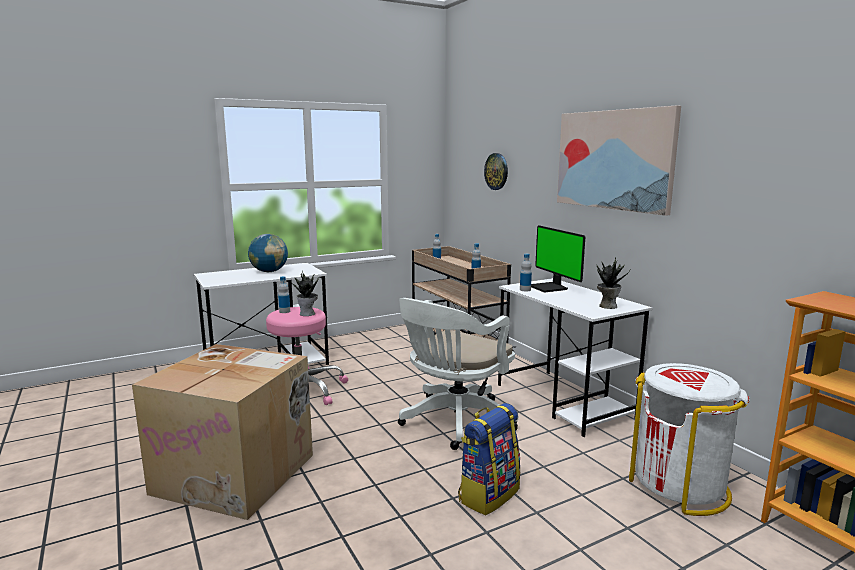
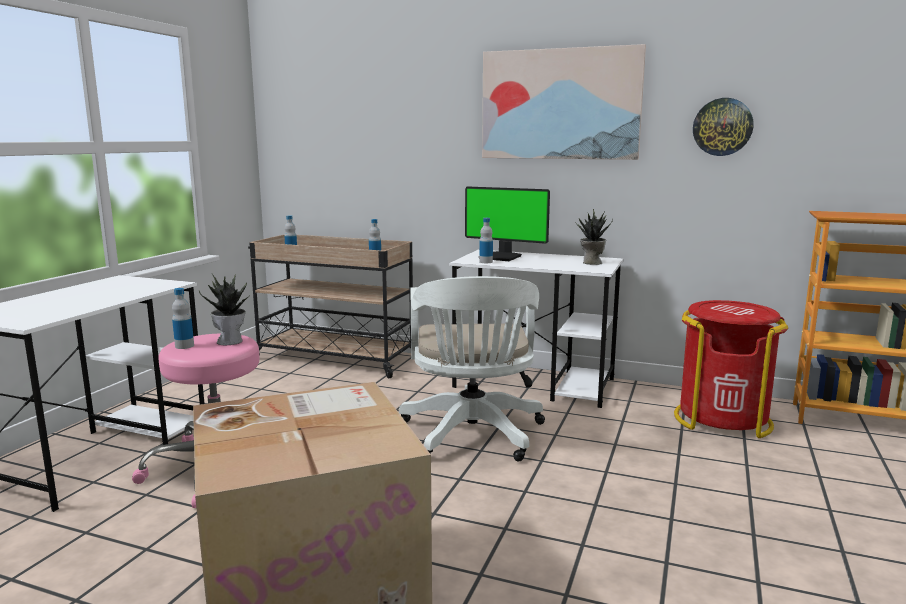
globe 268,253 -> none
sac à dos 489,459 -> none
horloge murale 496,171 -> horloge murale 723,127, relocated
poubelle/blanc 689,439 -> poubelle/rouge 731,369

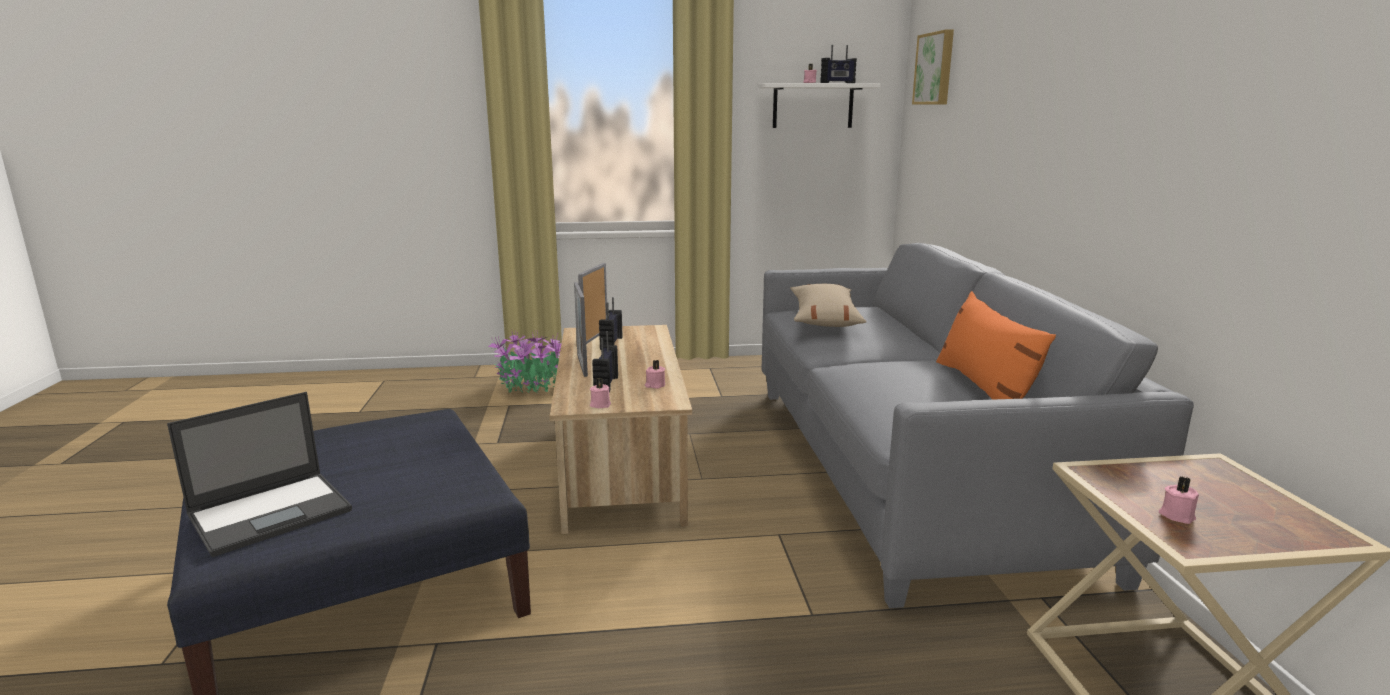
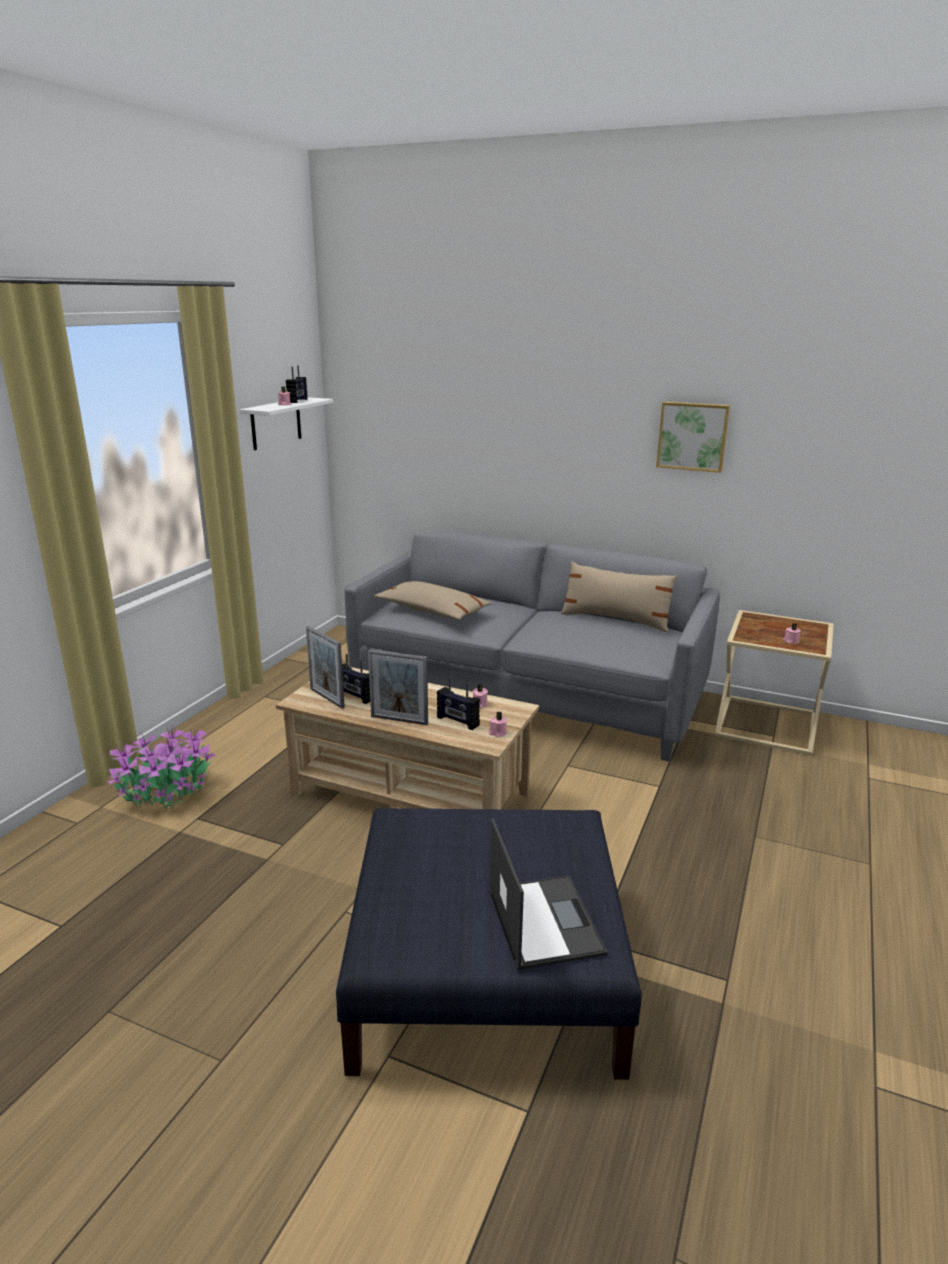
tableau 933,66 -> tableau 693,437, relocated
coussin/orange 996,345 -> coussin/beige 619,596

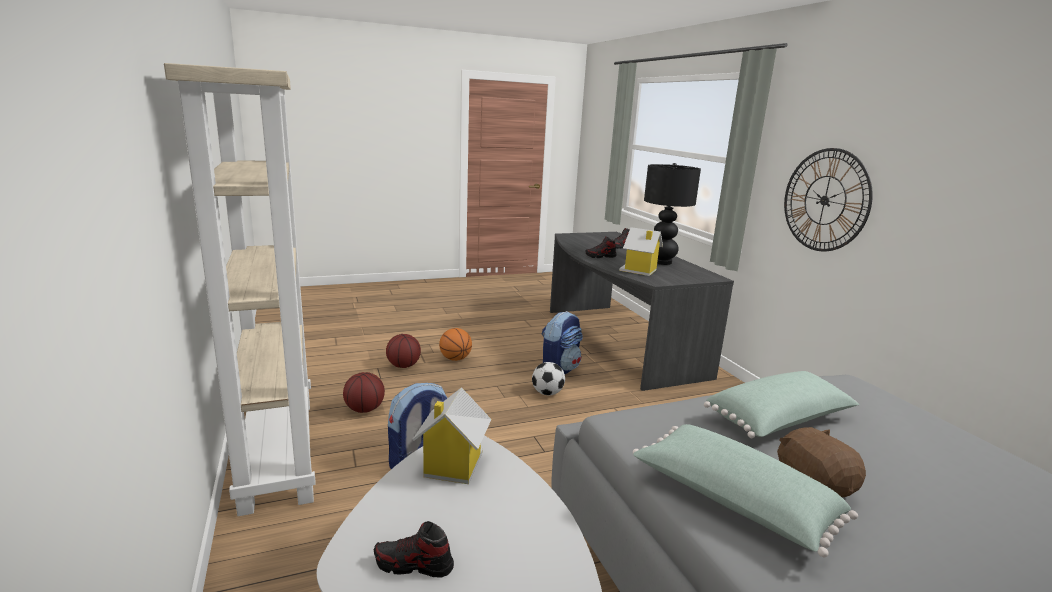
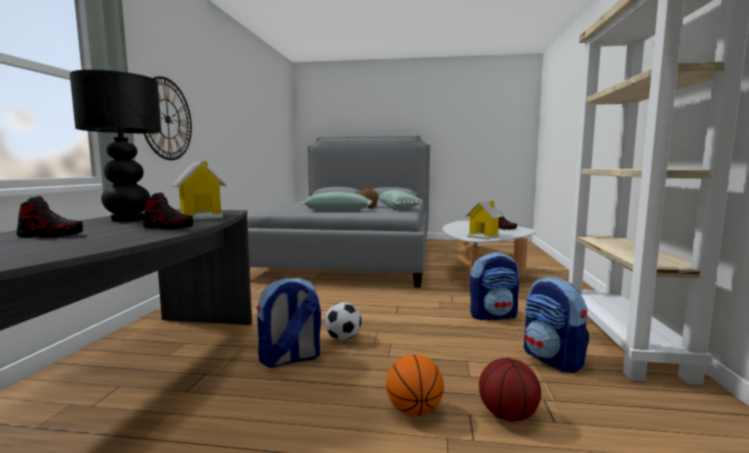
ballon de basket 364,392 -> sac à dos 556,325

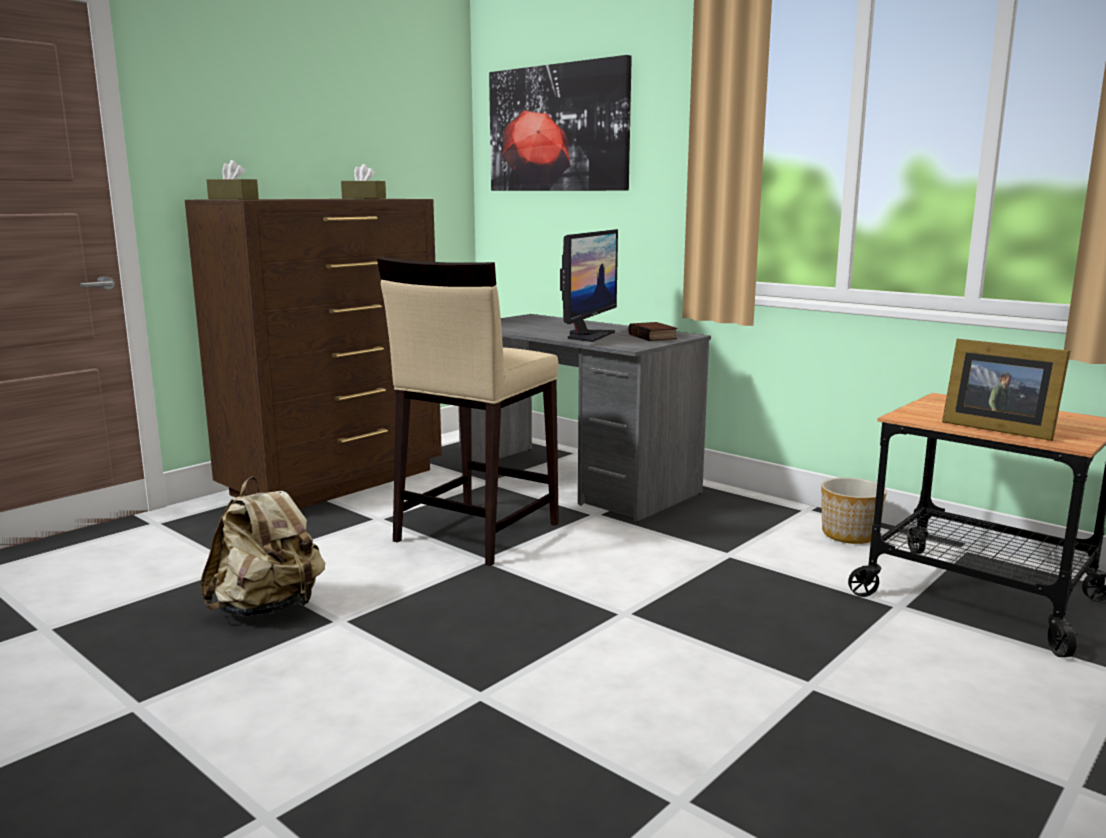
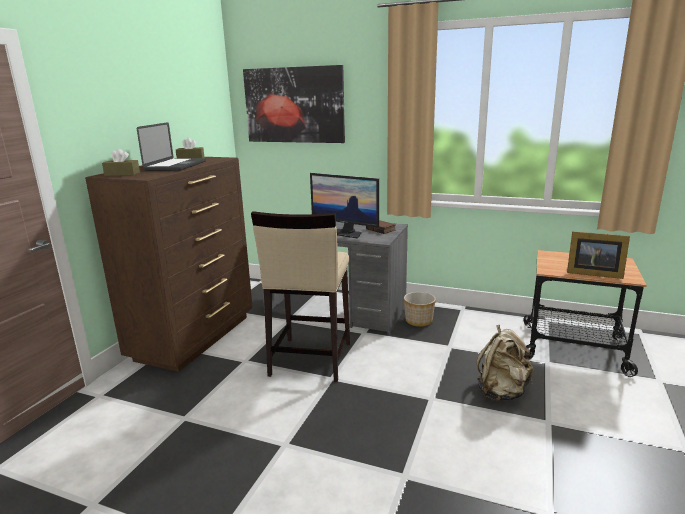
sac à dos/beige 262,547 -> sac à dos/beige 505,363, relocated
écran d'ordinateur 589,285 -> écran d'ordinateur 344,206, 120 degrees clockwise
cache-pot 854,510 -> cache-pot 420,309, relocated
none -> ordinateur portable 171,146

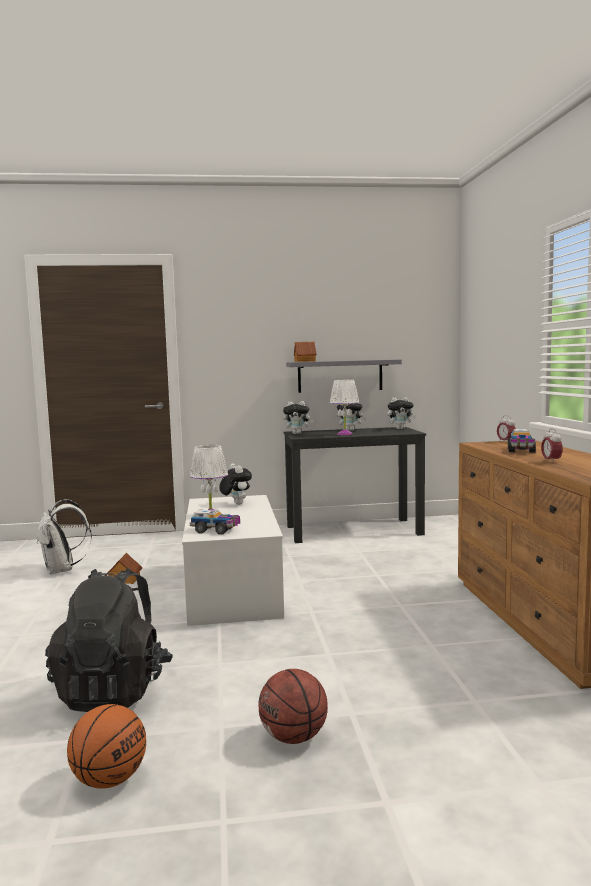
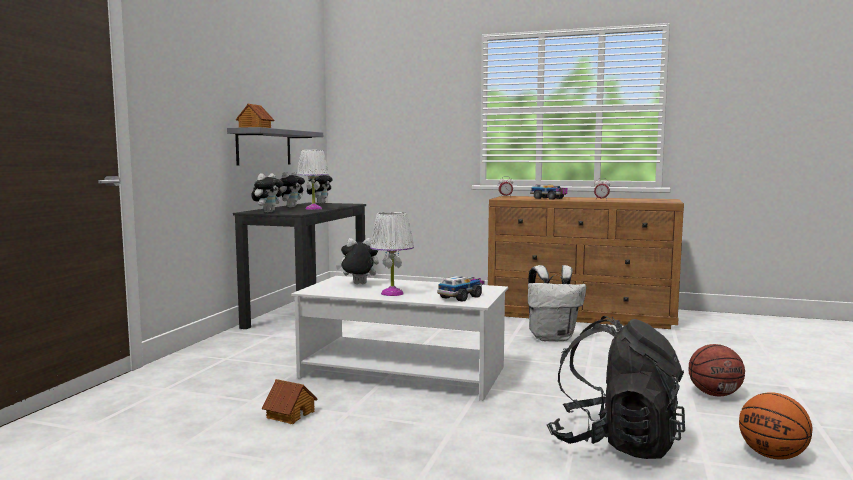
sac à dos/blanc 64,536 -> sac à dos/blanc 557,303, relocated

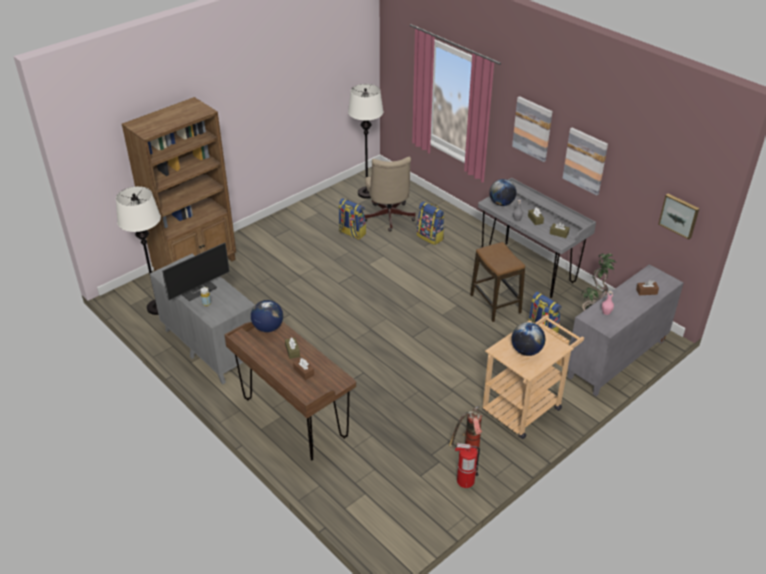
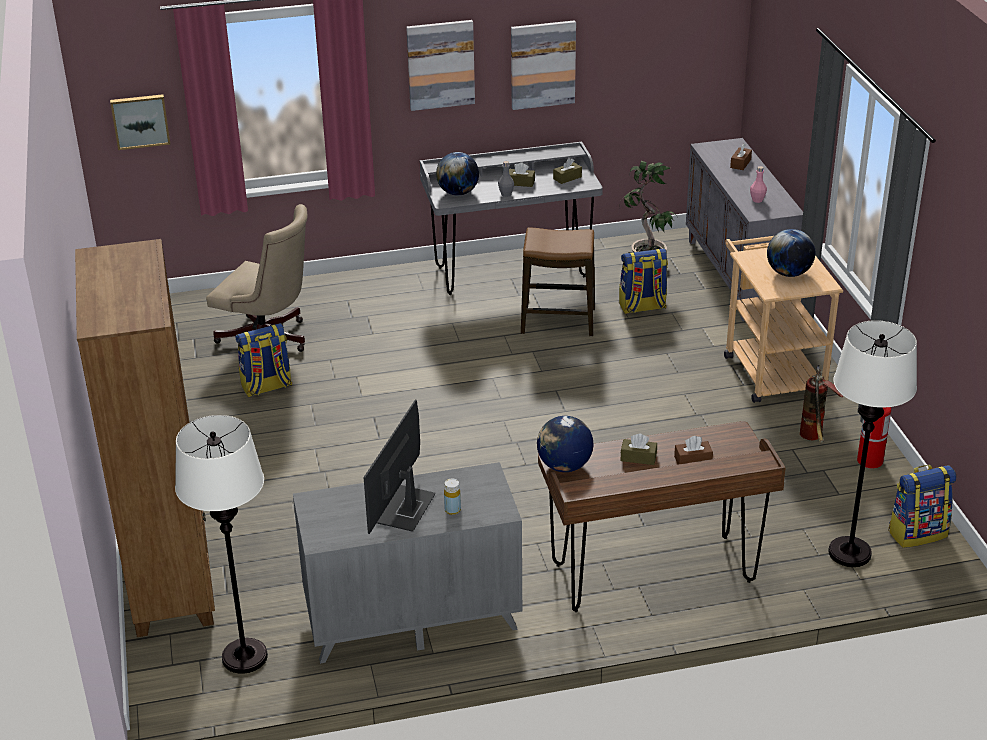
écran d'ordinateur 196,272 -> écran d'ordinateur 400,467, 150 degrees counterclockwise
lampadaire/blanc 366,141 -> lampadaire/blanc 872,443, relocated
sac à dos 431,223 -> sac à dos 922,506, relocated
tableau 679,217 -> tableau 140,122, relocated

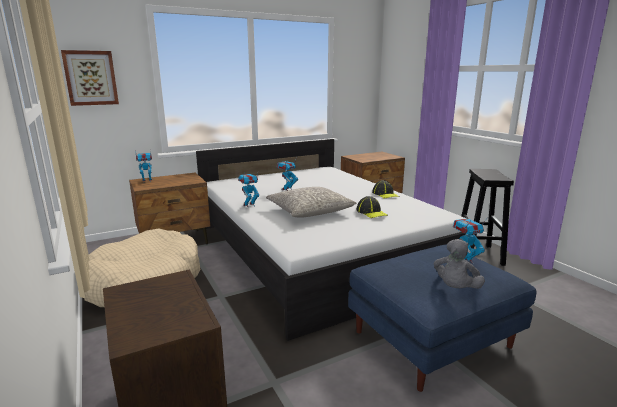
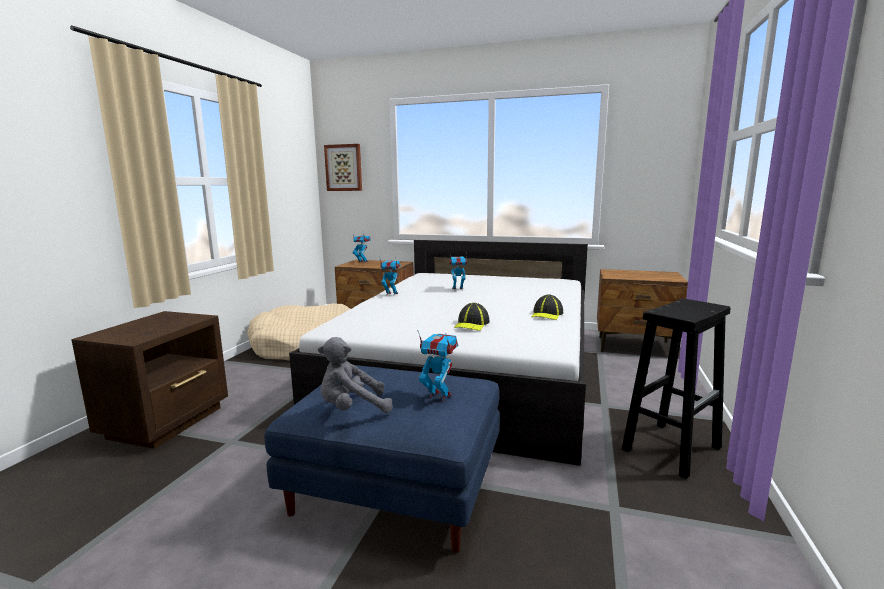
coussin/gris 311,202 -> none

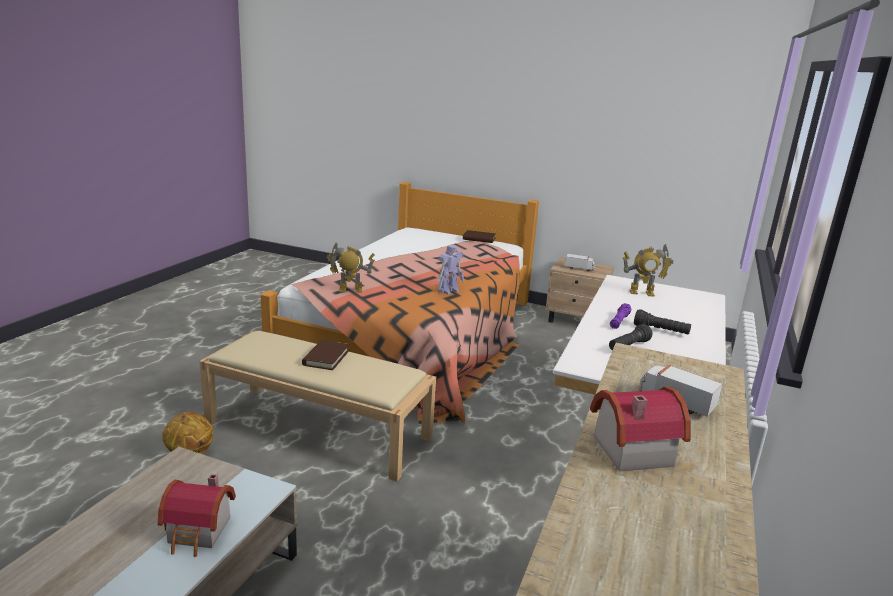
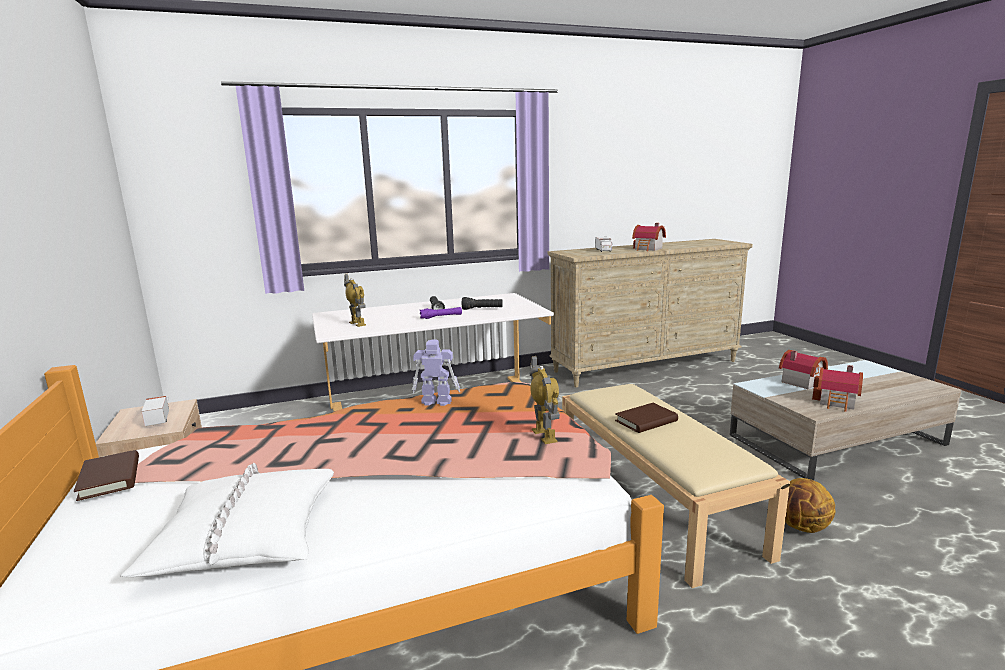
robot jouet 351,267 -> robot jouet 545,400, 150 degrees counterclockwise
none -> coussin/blanc 227,520
none -> maison miniature 837,388

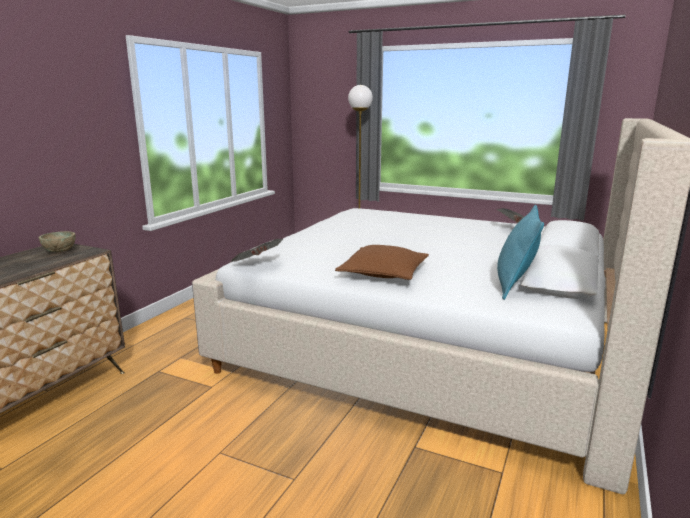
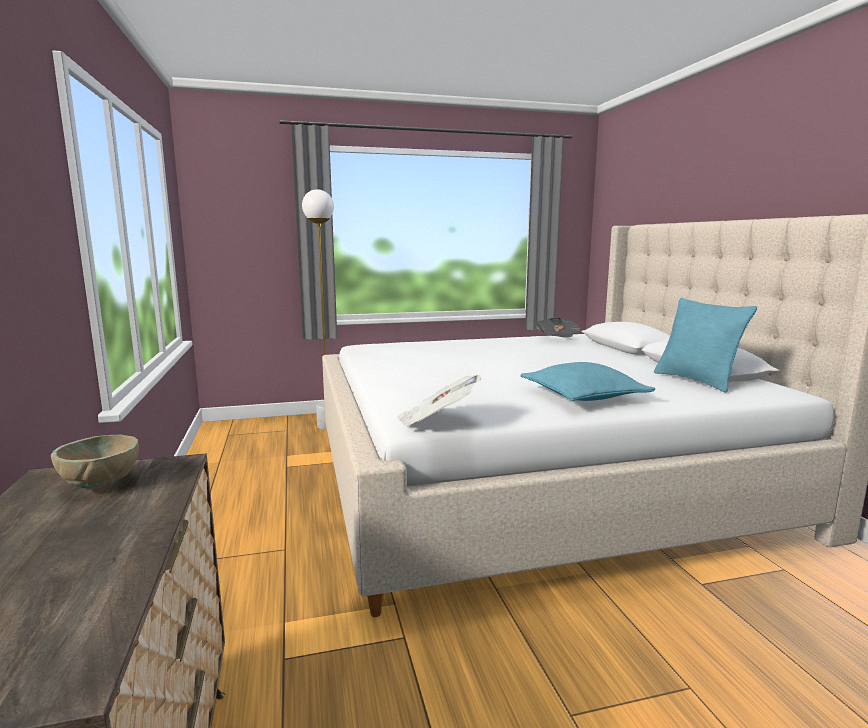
coussin/marron 382,262 -> coussin/turquoise 587,381

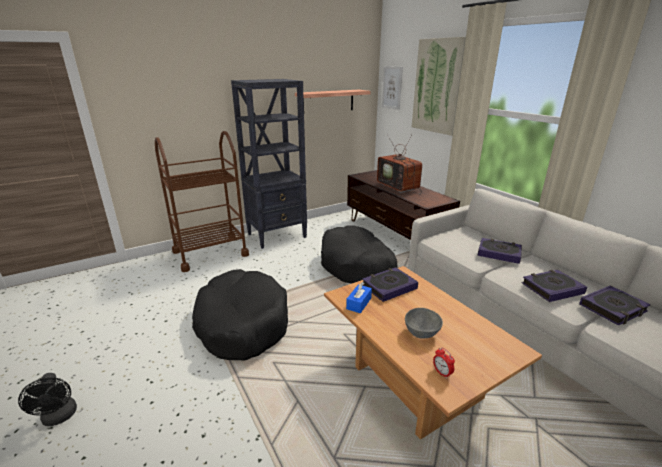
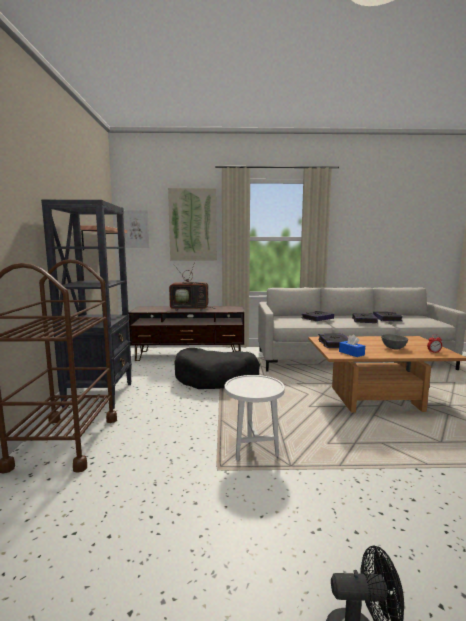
panier pour chien/noir 240,314 -> table d'appoint/blanc 255,417

